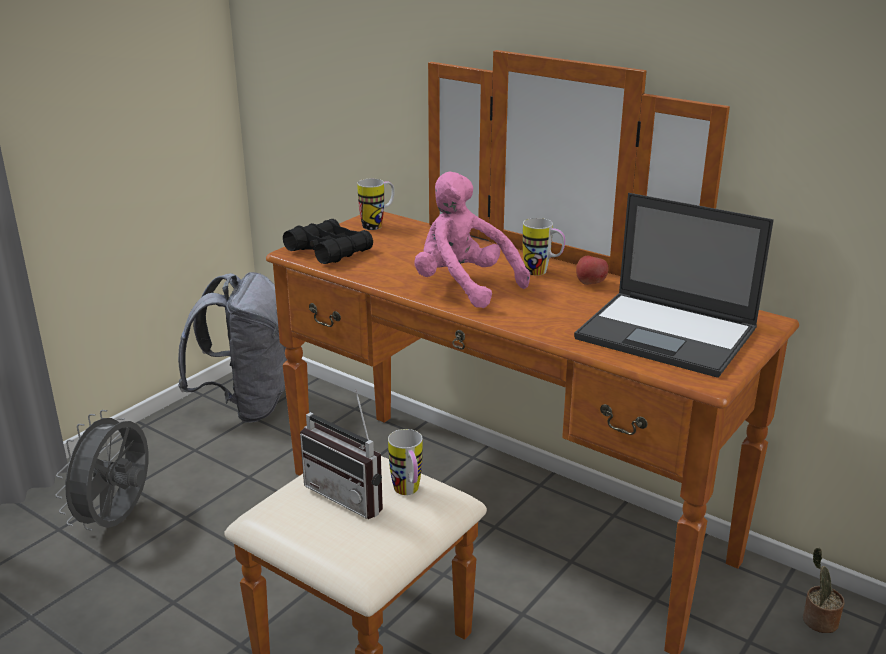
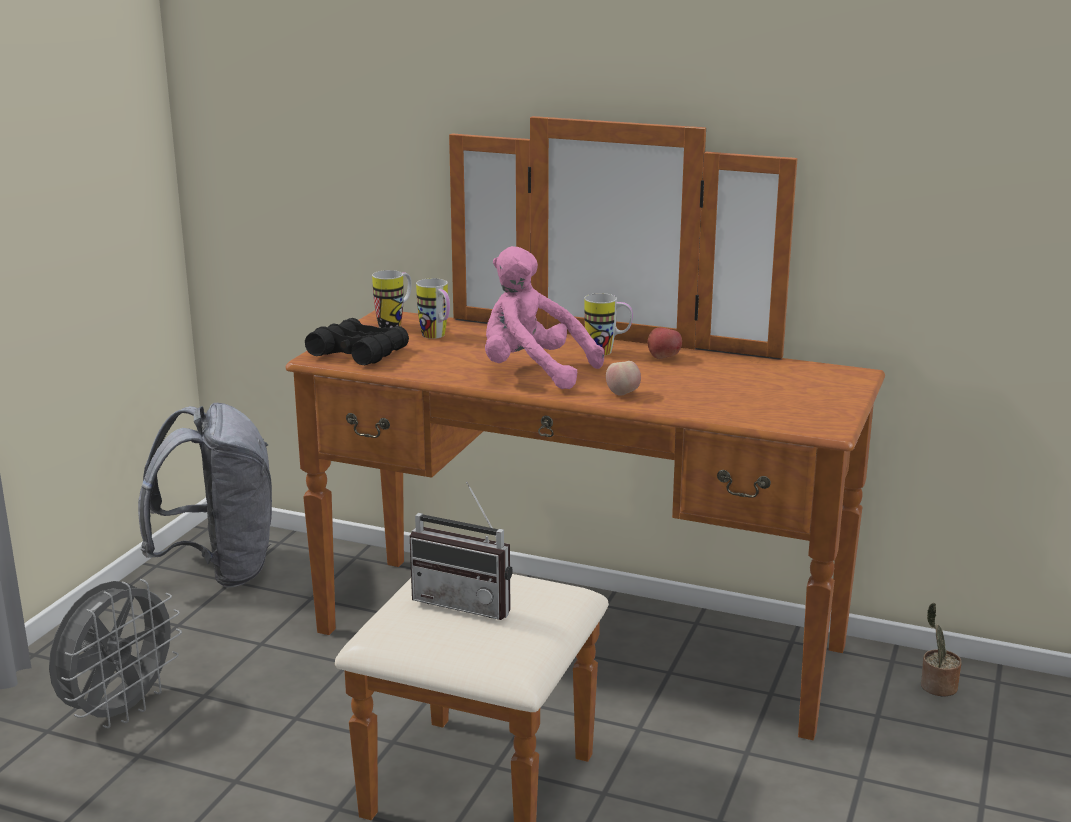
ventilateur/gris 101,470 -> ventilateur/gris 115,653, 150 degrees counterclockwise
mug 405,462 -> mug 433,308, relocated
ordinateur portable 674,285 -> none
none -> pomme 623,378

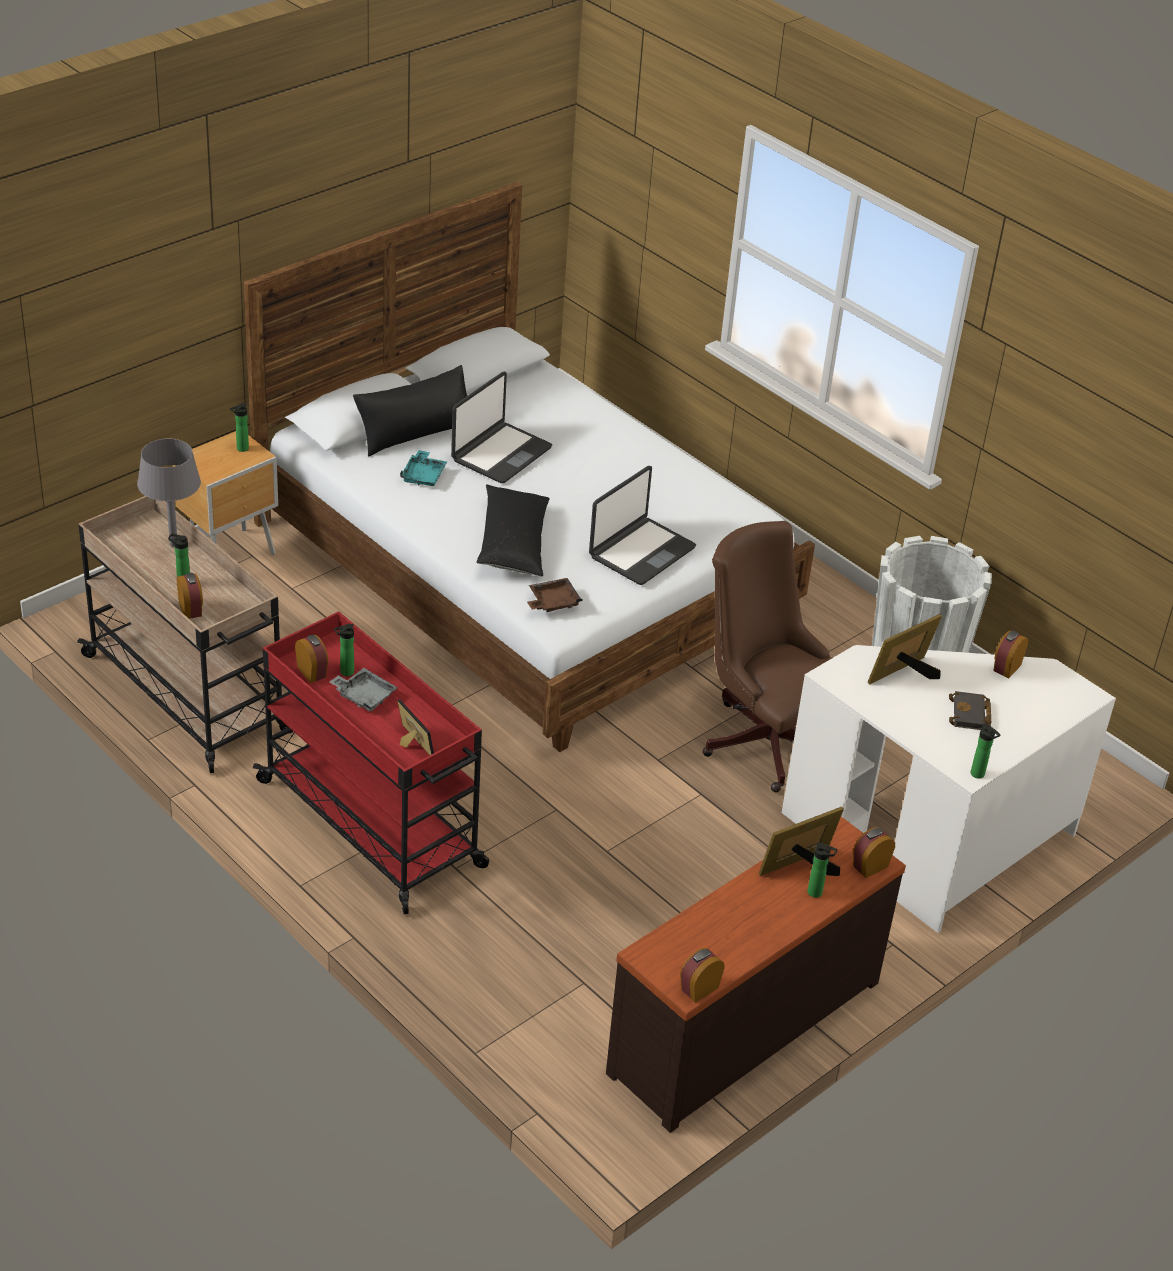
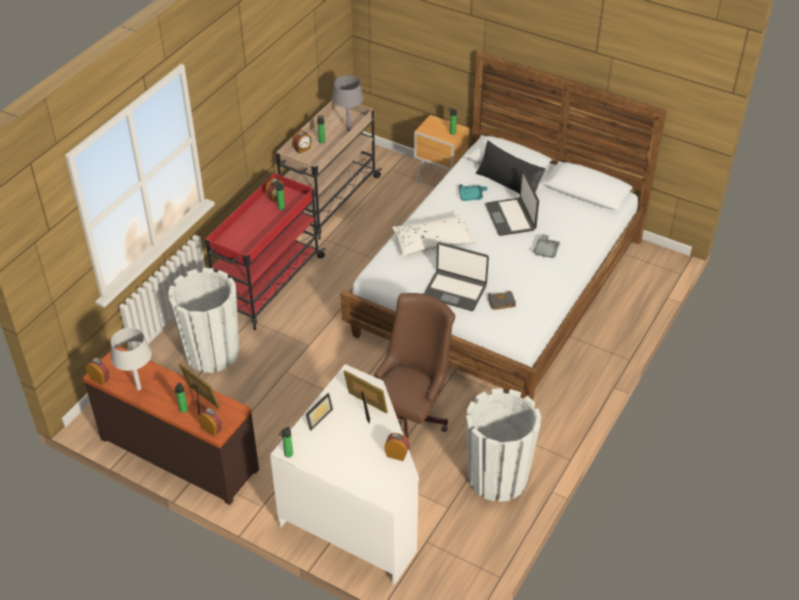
plateau/gris 364,690 -> plateau/gris 546,246, relocated
cadre photo 415,727 -> cadre photo 319,411, relocated
ordinateur portable 501,427 -> ordinateur portable 512,203, 60 degrees clockwise
coussin/noir 513,530 -> coussin/blanc 433,235
plateau/marron 555,595 -> none
livre/noir 970,710 -> livre/noir 502,300, relocated
none -> lampe de table/gris 131,359
none -> cache-pot/blanc 203,320

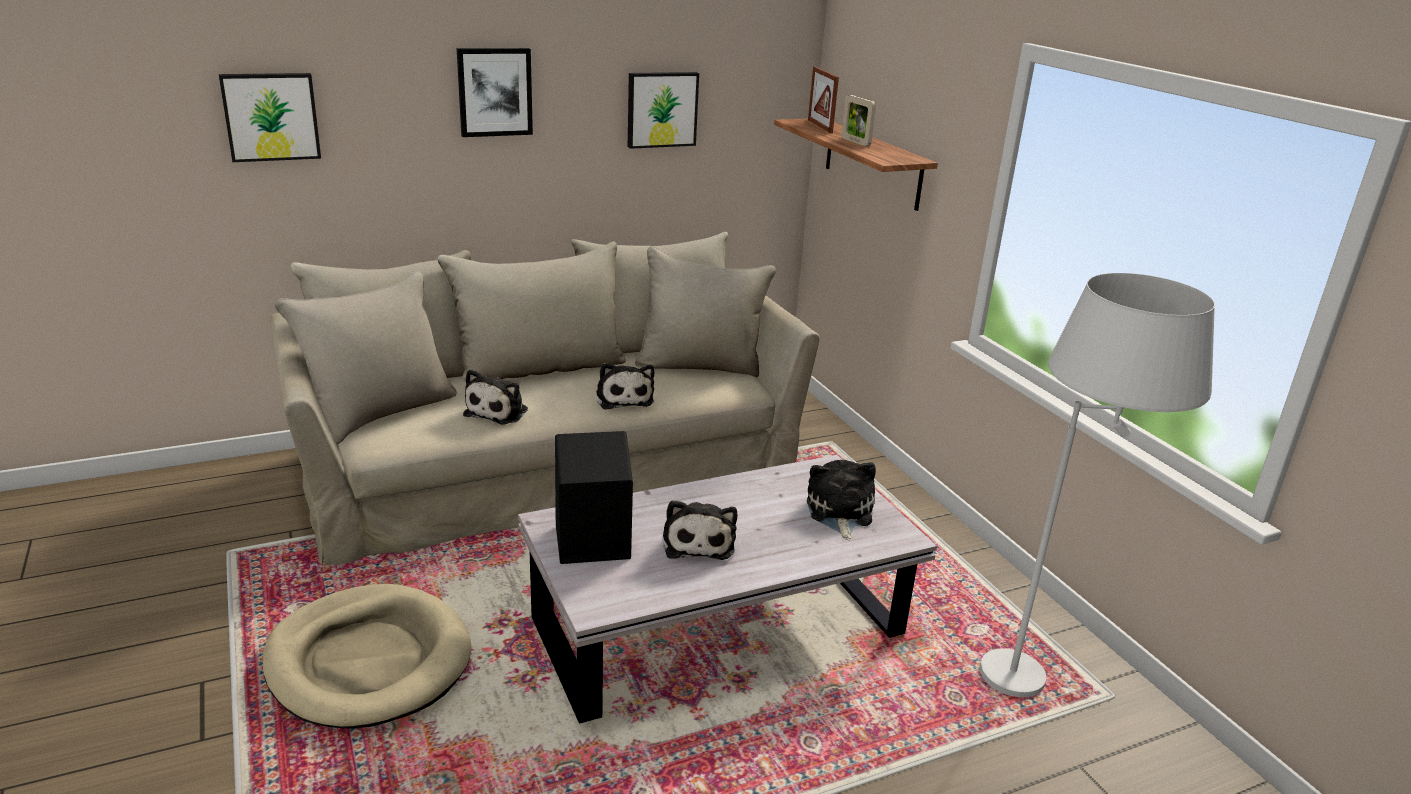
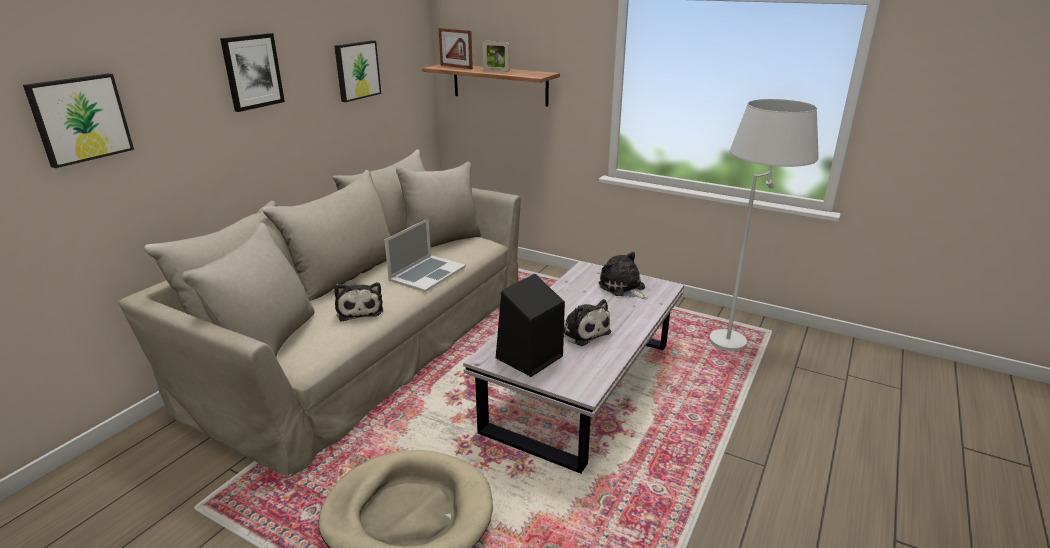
peluche 625,386 -> ordinateur portable 425,255

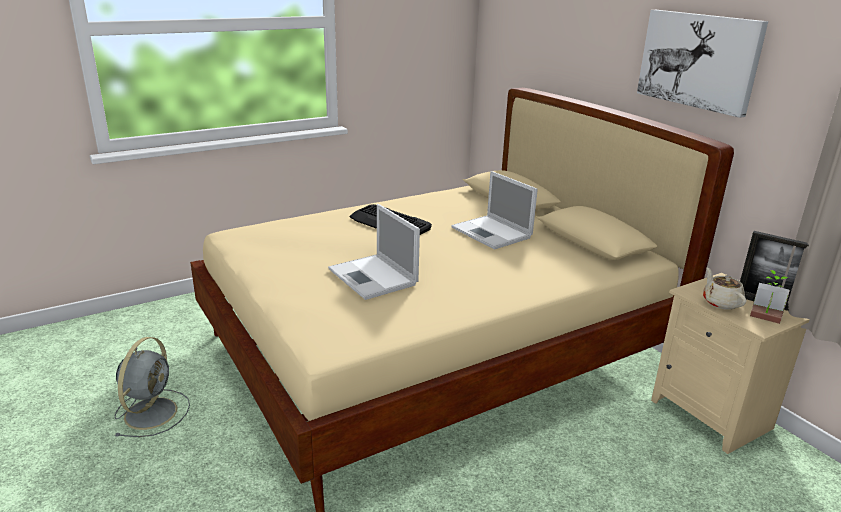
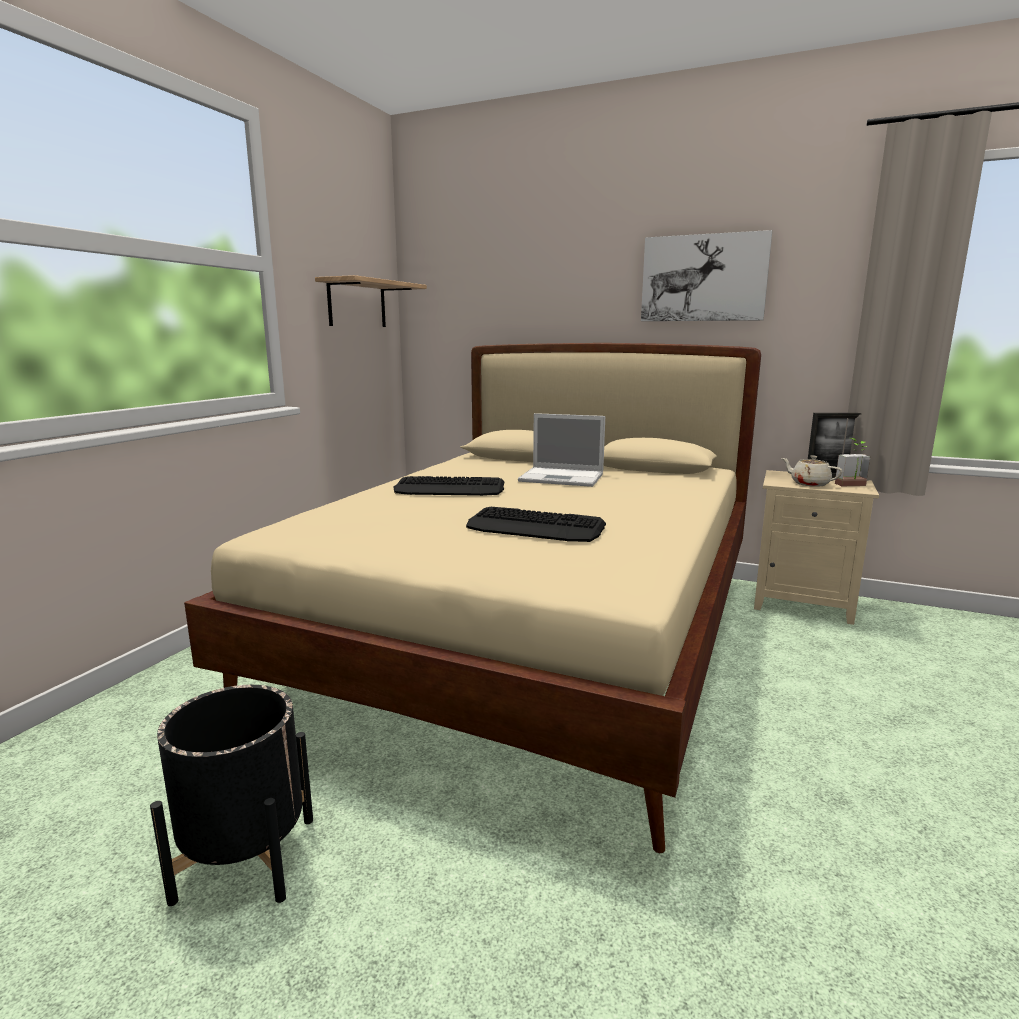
ventilateur/gris 152,387 -> cache-pot/noir 231,795
ordinateur portable 374,252 -> clavier 536,524
none -> étagère 371,301

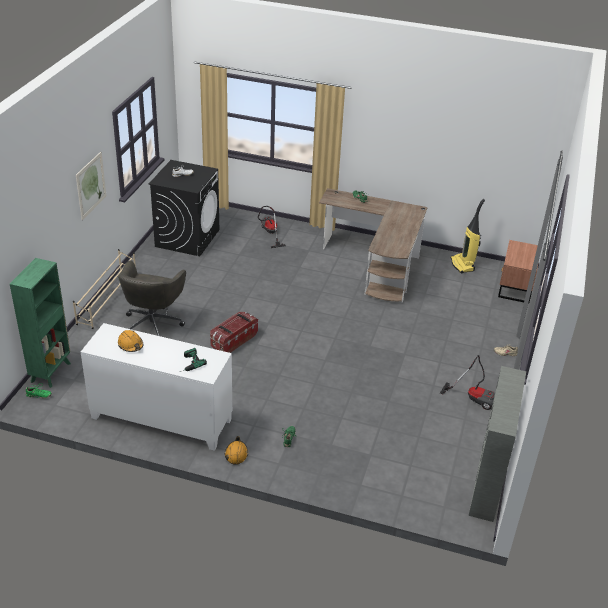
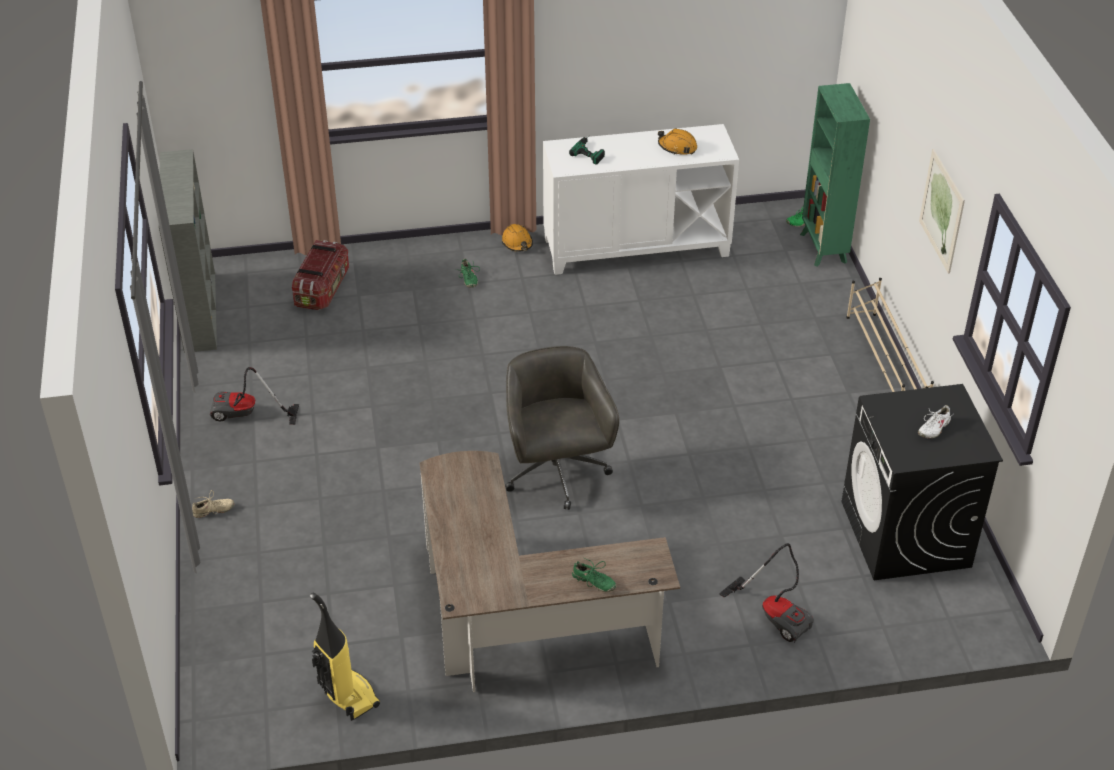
chaise de bureau/gris 152,298 -> chaise de bureau/gris 562,428, relocated
boîte de rangement 234,332 -> boîte de rangement 320,275, relocated
table de chevet/marron 518,271 -> none

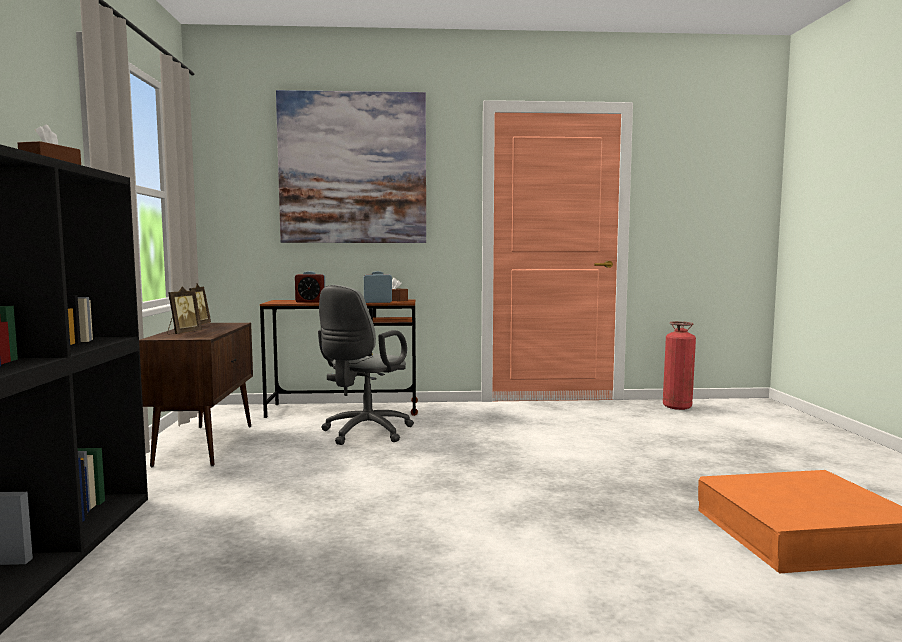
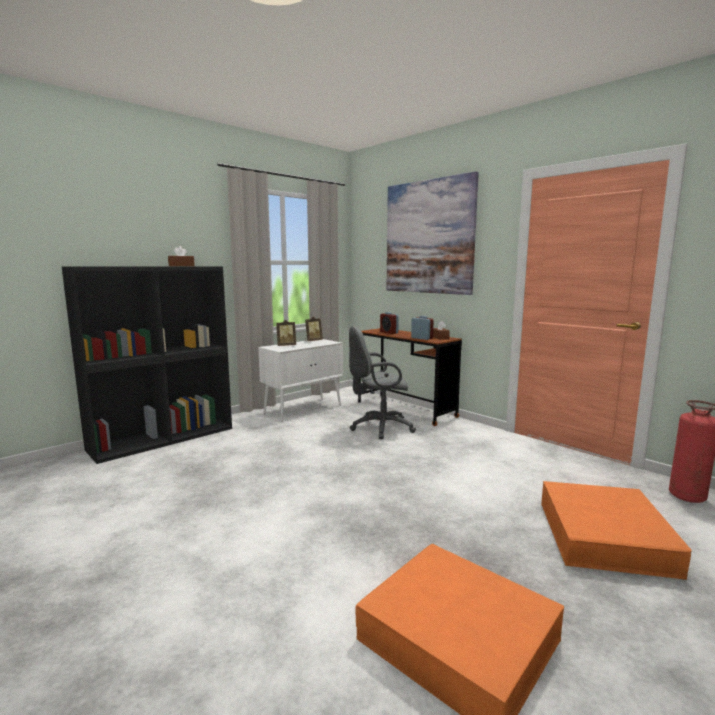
meuble de rangement/marron 196,395 -> meuble de rangement/blanc 300,380
none -> boîte de rangement/orange 616,530

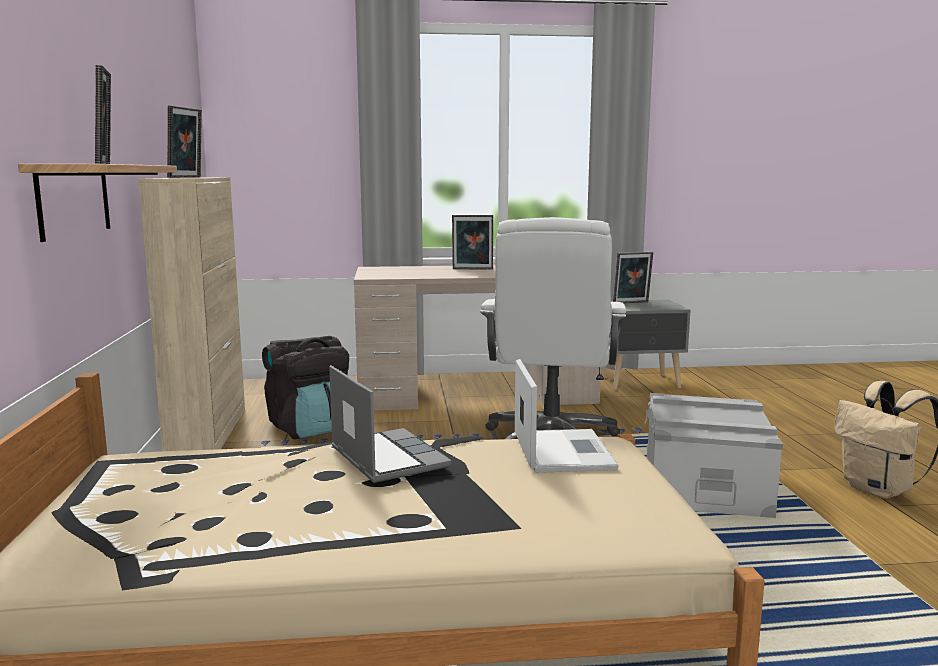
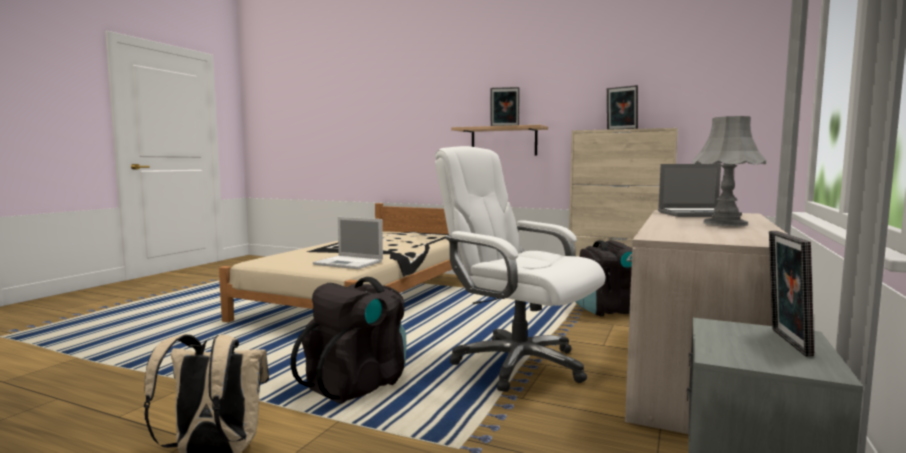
ordinateur portable 390,424 -> ordinateur portable 700,190, relocated
cadre photo 472,242 -> lampe de table/gris 729,171
boîte de rangement/gris 714,455 -> sac à dos/noir 349,340

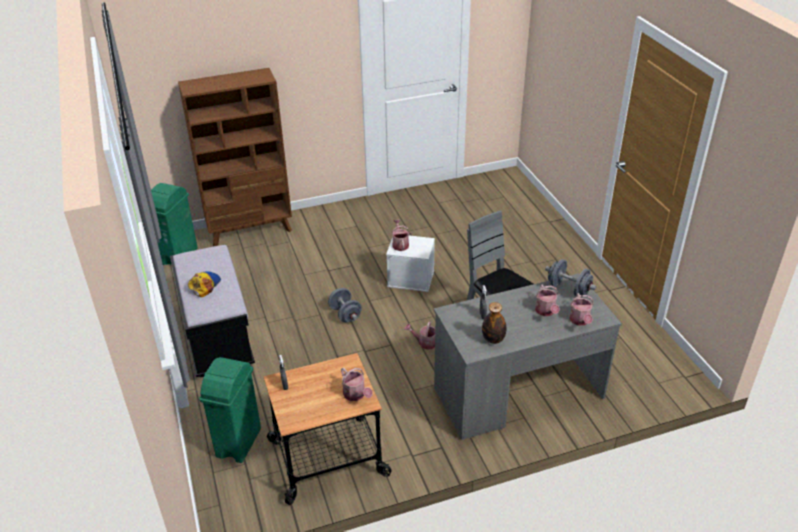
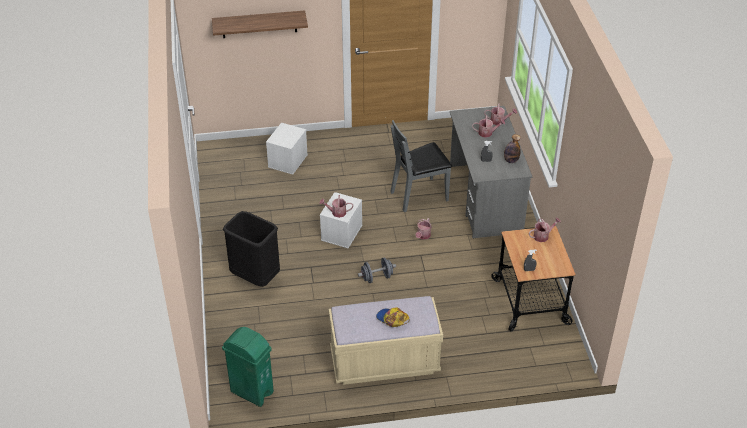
banc/noir 212,311 -> banc/beige 386,340
bibliothèque/marron 235,157 -> none
poubelle/vert 230,410 -> none
haltère/gris 571,277 -> none
none -> étagère 260,24
none -> poubelle/noir 251,249
none -> boîte de rangement/blanc 287,149

